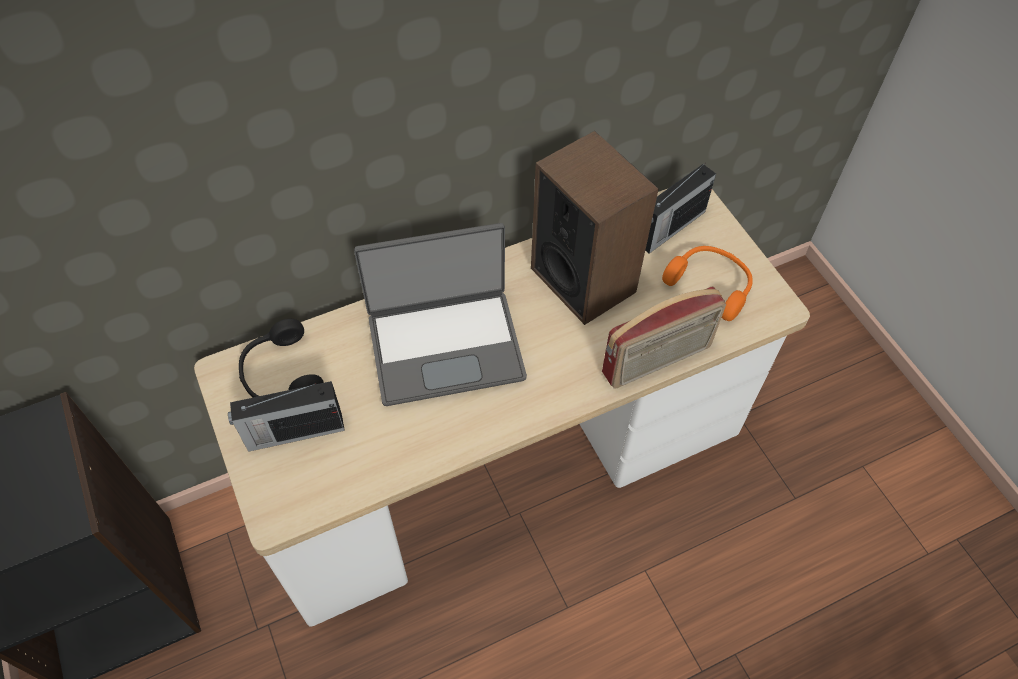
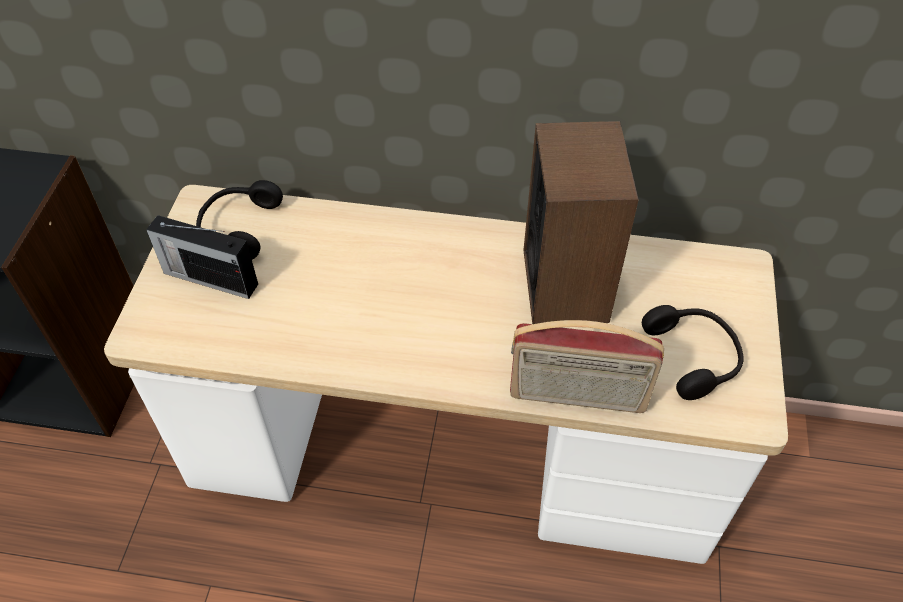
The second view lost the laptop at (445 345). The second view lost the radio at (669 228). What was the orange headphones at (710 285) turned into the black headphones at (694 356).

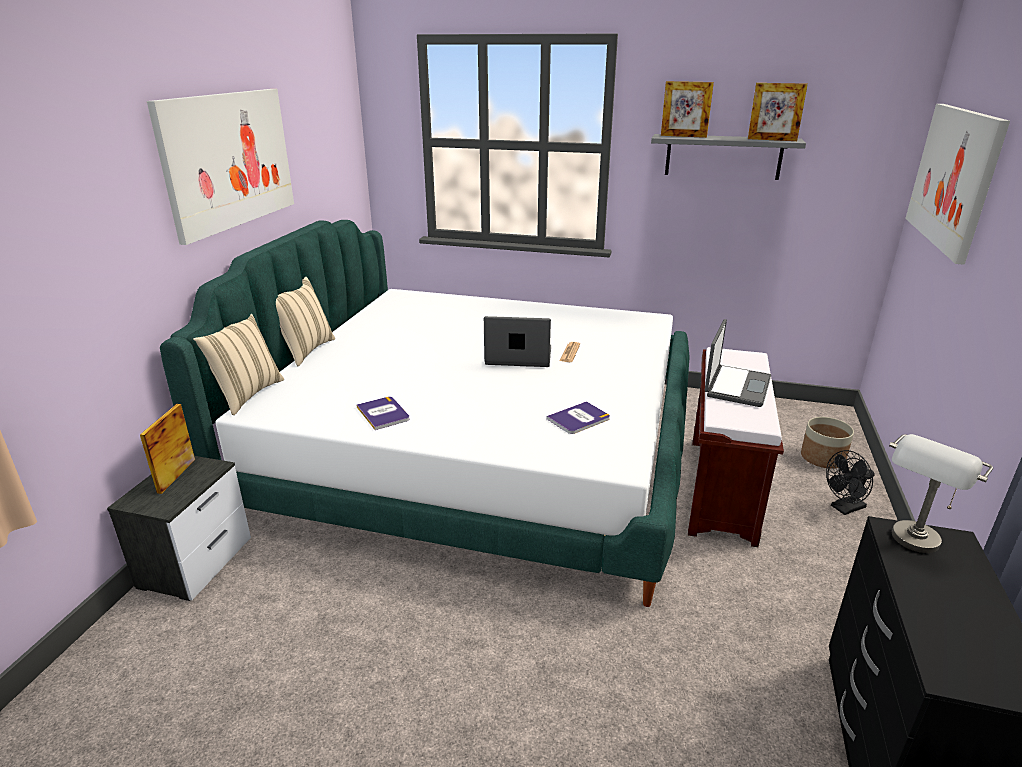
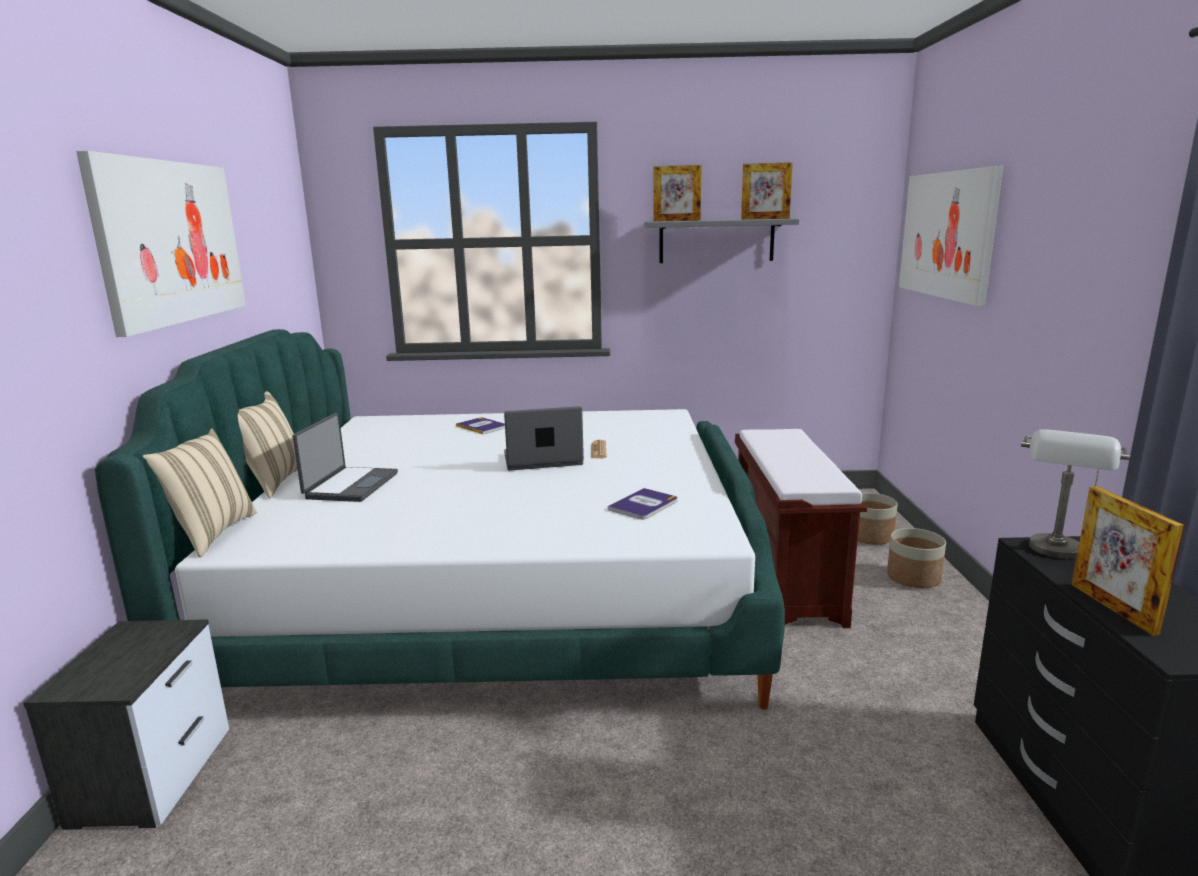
The picture frame ended up elsewhere, having gone from (176 476) to (1112 608). The book ended up elsewhere, having gone from (383 413) to (482 426). The laptop ended up elsewhere, having gone from (736 386) to (350 486). Where the black fan stood at (844 508), the planter came to stand at (914 578).

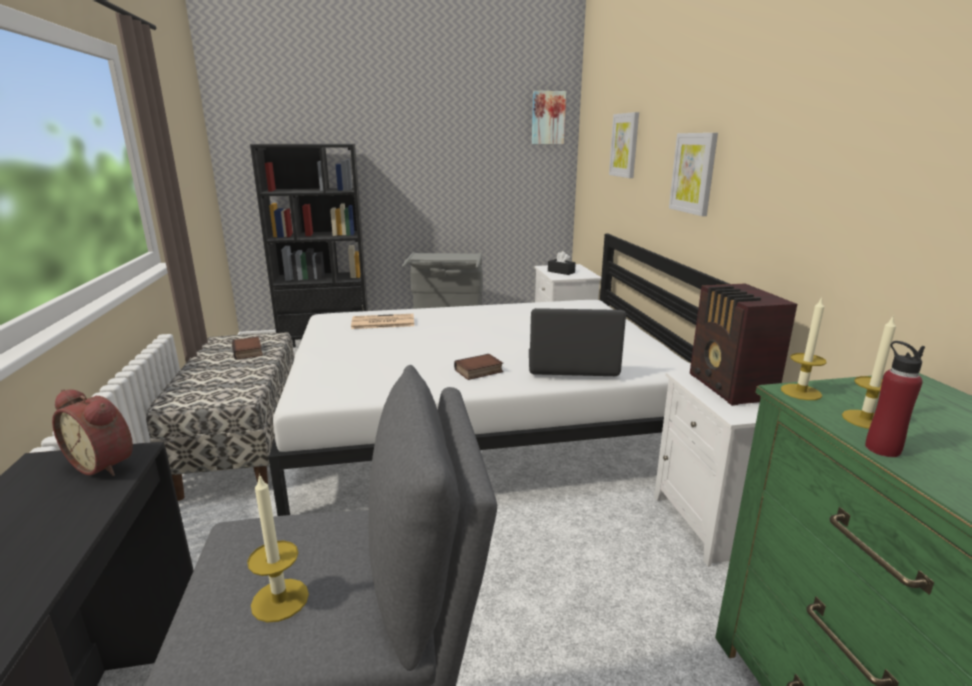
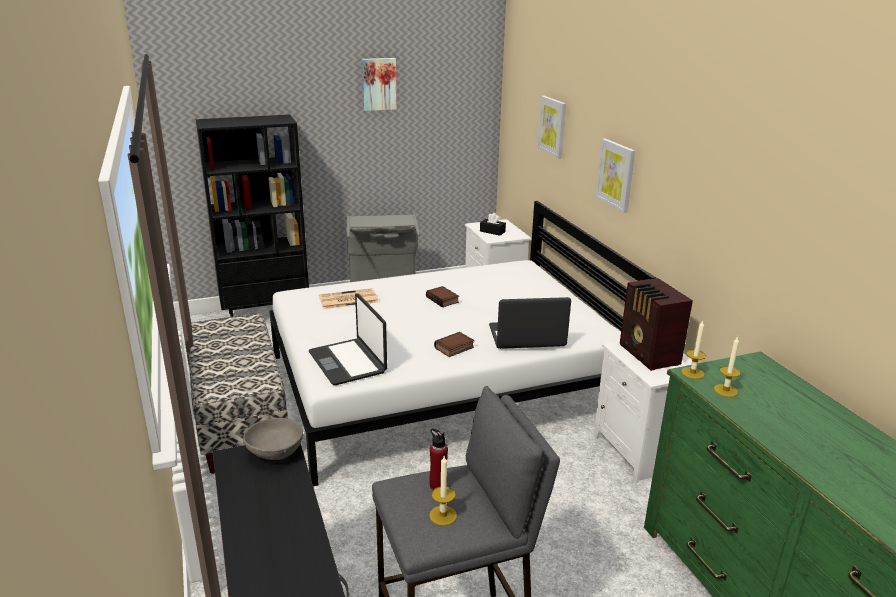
The second view gained the laptop at (348 362). The book ended up elsewhere, having gone from (249 352) to (443 299). The picture ended up elsewhere, having gone from (548 118) to (379 84). The red bottle ended up elsewhere, having gone from (882 449) to (438 485). Where the alarm clock stood at (106 463), the grey bowl came to stand at (276 453).

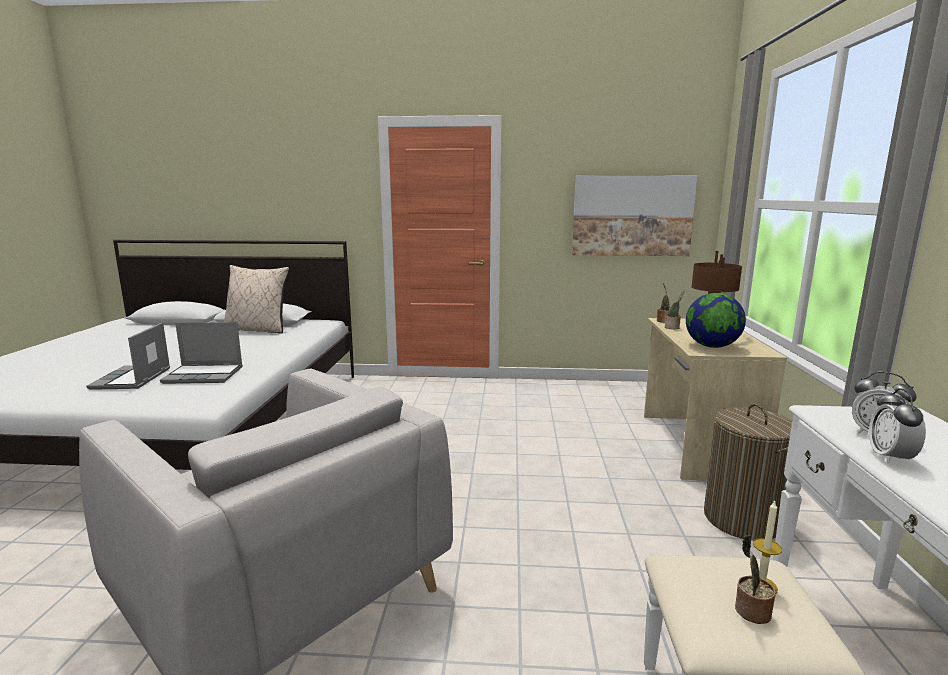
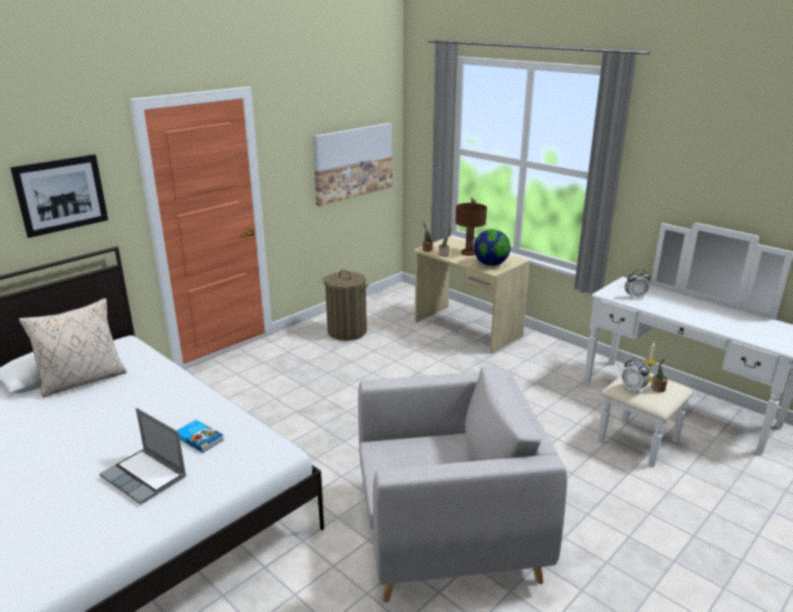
The second view gained the picture at (61 195). The laundry basket ended up elsewhere, having gone from (742 519) to (347 331). The alarm clock ended up elsewhere, having gone from (890 457) to (633 389). Where the laptop stood at (205 375), the book came to stand at (200 438).

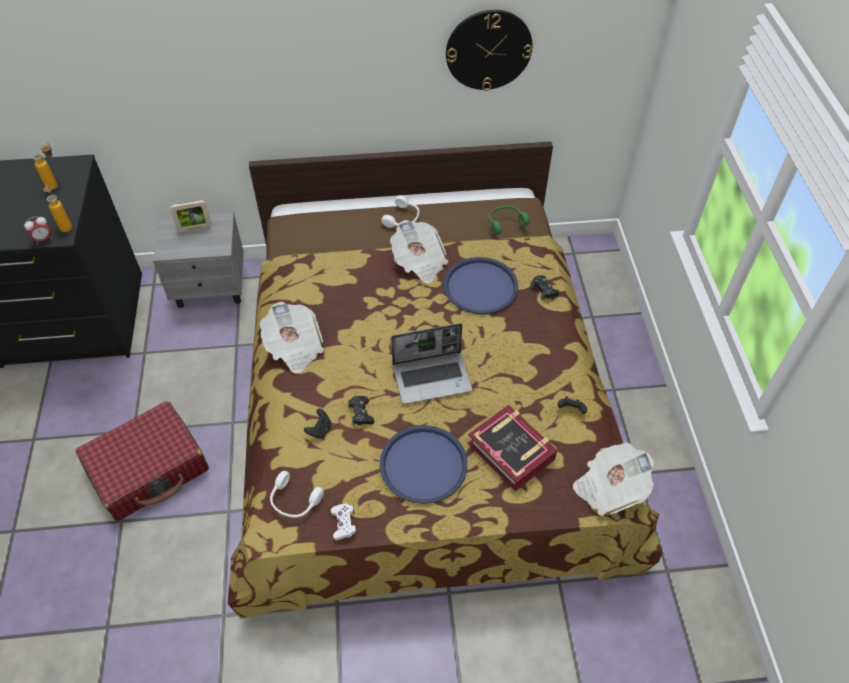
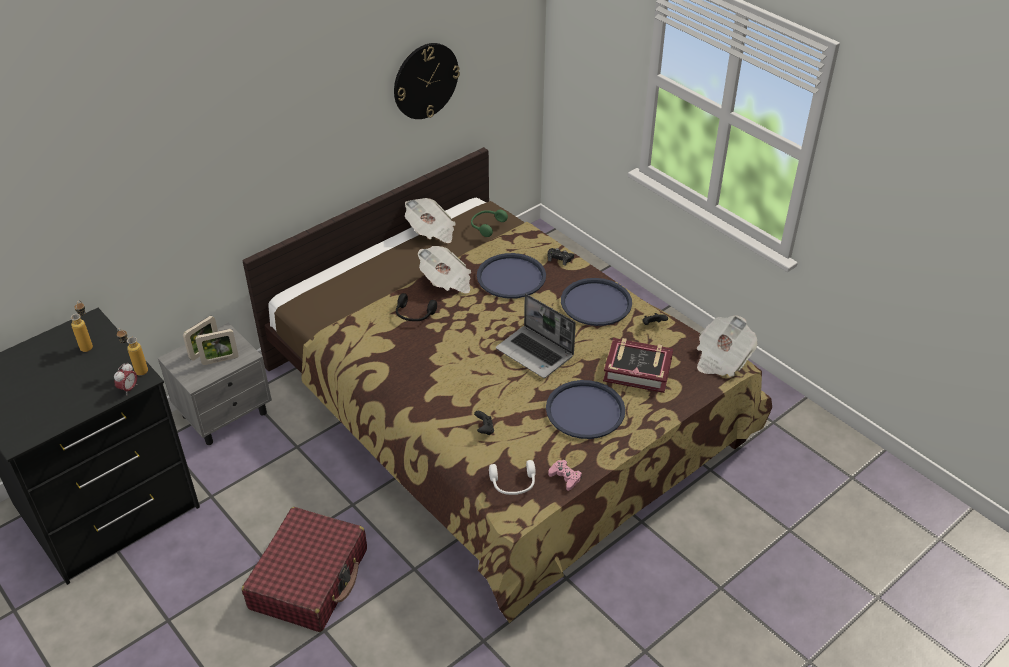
The second view lost the black game controller at (361 413). The second view lost the white headphones at (403 219). The second view gained the picture frame at (220 360). The second view gained the black headphones at (414 315). The second view gained the blue tray at (596 303). The newspaper ended up elsewhere, having gone from (294 347) to (431 231). What was the white game controller at (343 523) turned into the pink game controller at (565 477). The laptop at (432 377) ended up facing another way, 90 degrees clockwise from before.

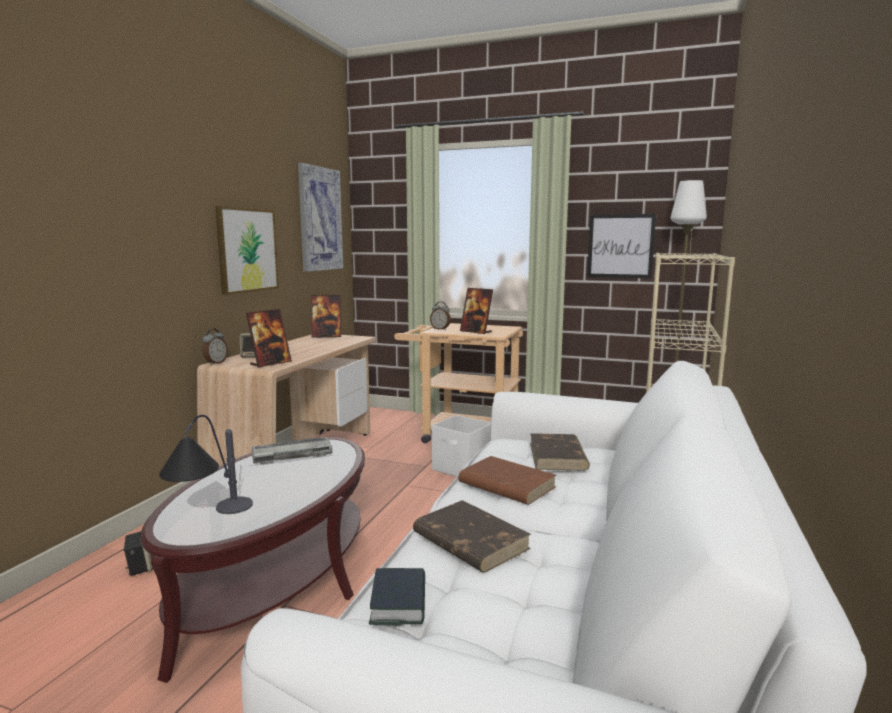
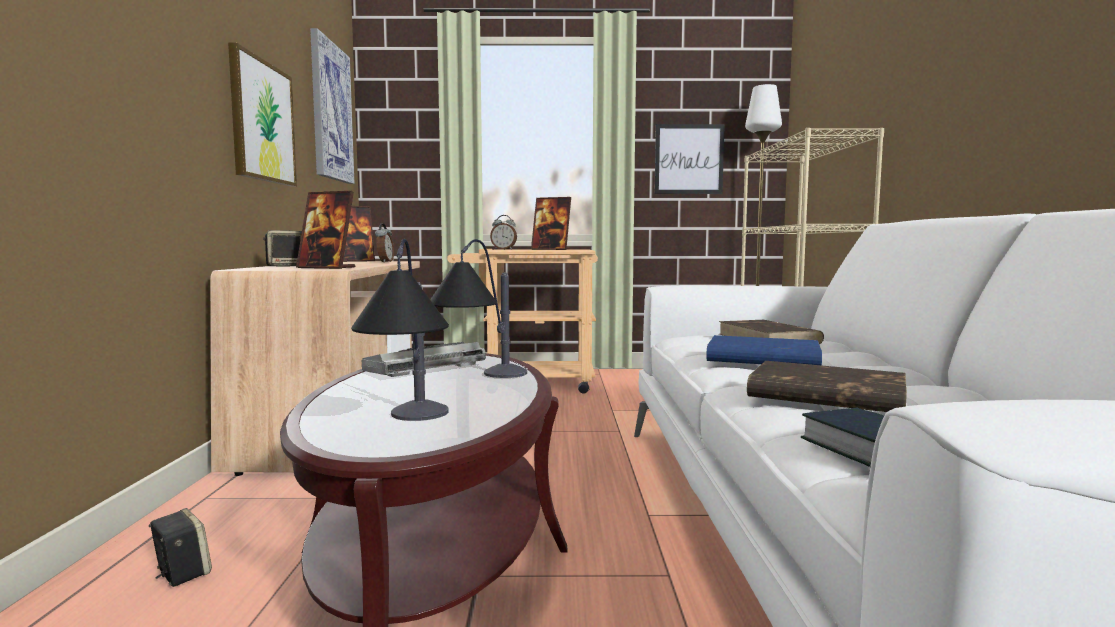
The second view lost the white storage box at (462 468). The second view gained the table lamp at (481 382). The alarm clock ended up elsewhere, having gone from (215 363) to (384 262). What was the brown book at (506 485) turned into the blue book at (761 359). The picture frame at (270 363) ended up facing another way, 90 degrees clockwise from before.

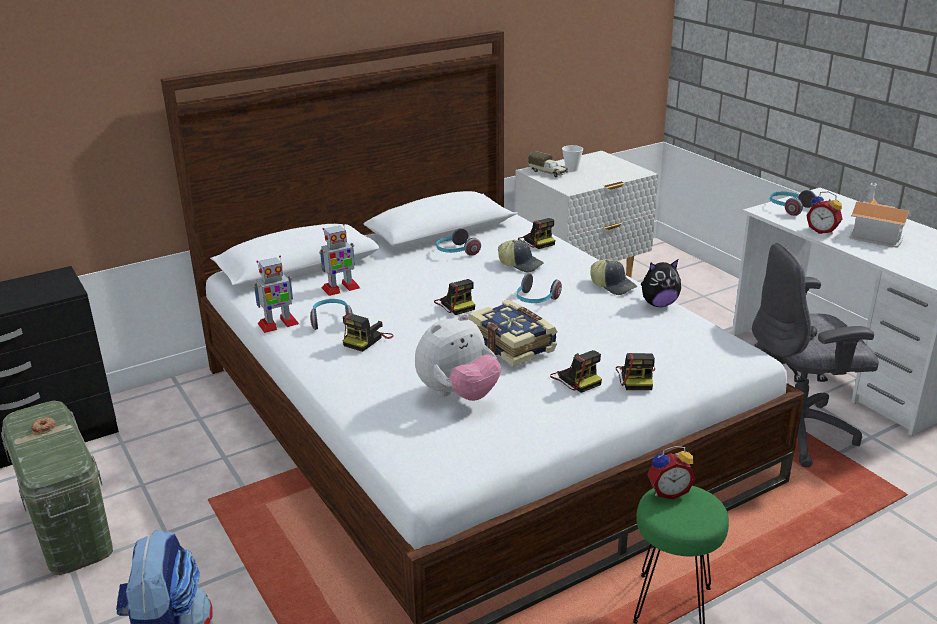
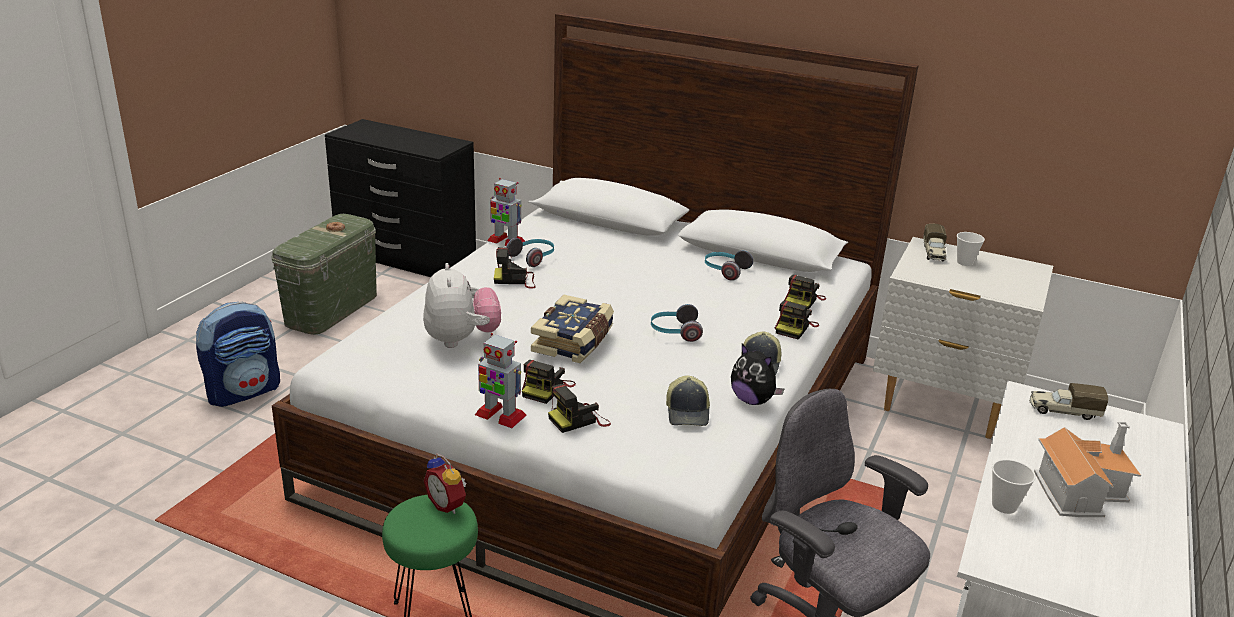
The second view lost the alarm clock at (822 231). The second view gained the cup at (1004 506). The toy robot ended up elsewhere, having gone from (340 288) to (499 415). The photo camera ended up elsewhere, having gone from (455 304) to (795 328). The cap ended up elsewhere, having gone from (521 264) to (688 412). Where the headphones stood at (788 208), the toy truck came to stand at (1063 411). The plush toy at (458 394) ended up facing another way, 120 degrees counterclockwise from before.

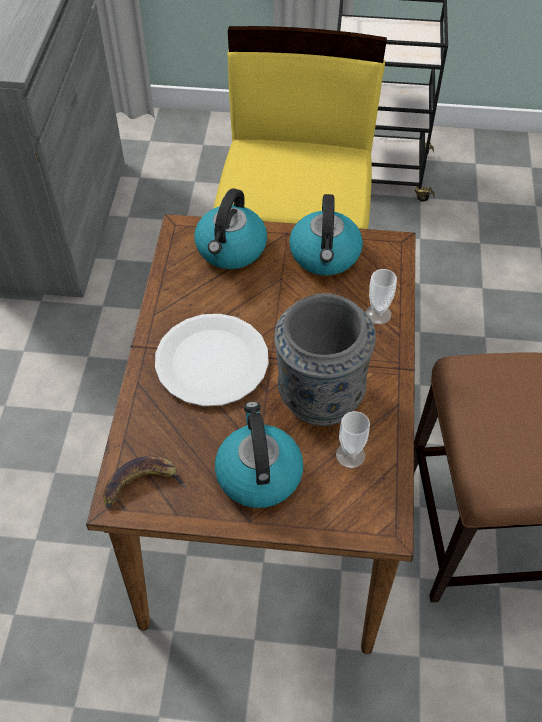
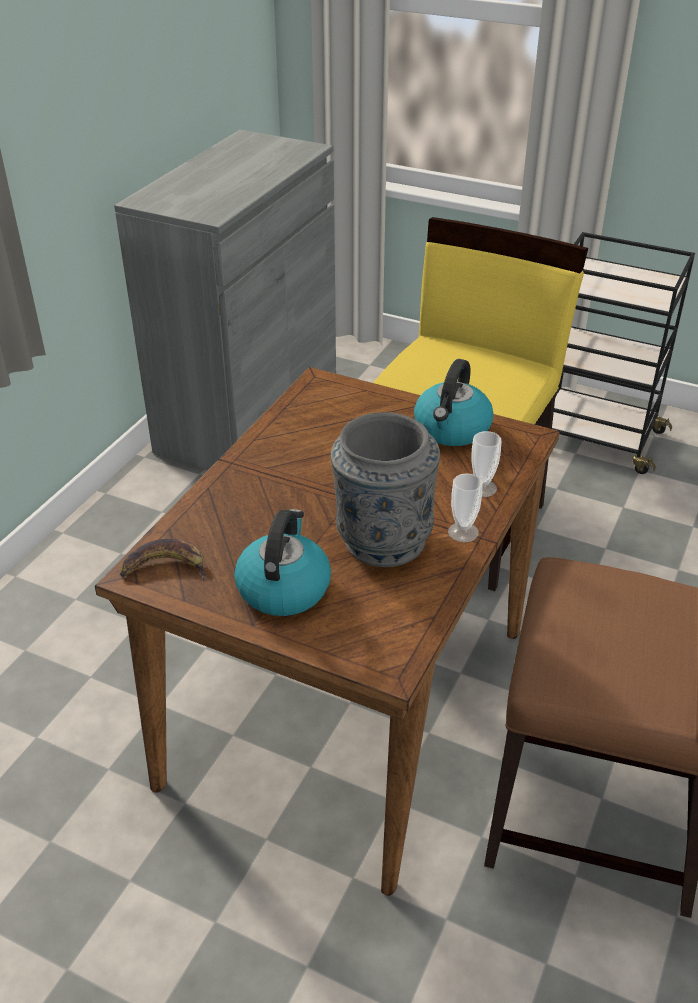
The second view lost the white plate at (211 362). The second view lost the kettle at (231 249). The cup ended up elsewhere, having gone from (350 455) to (463 532).

